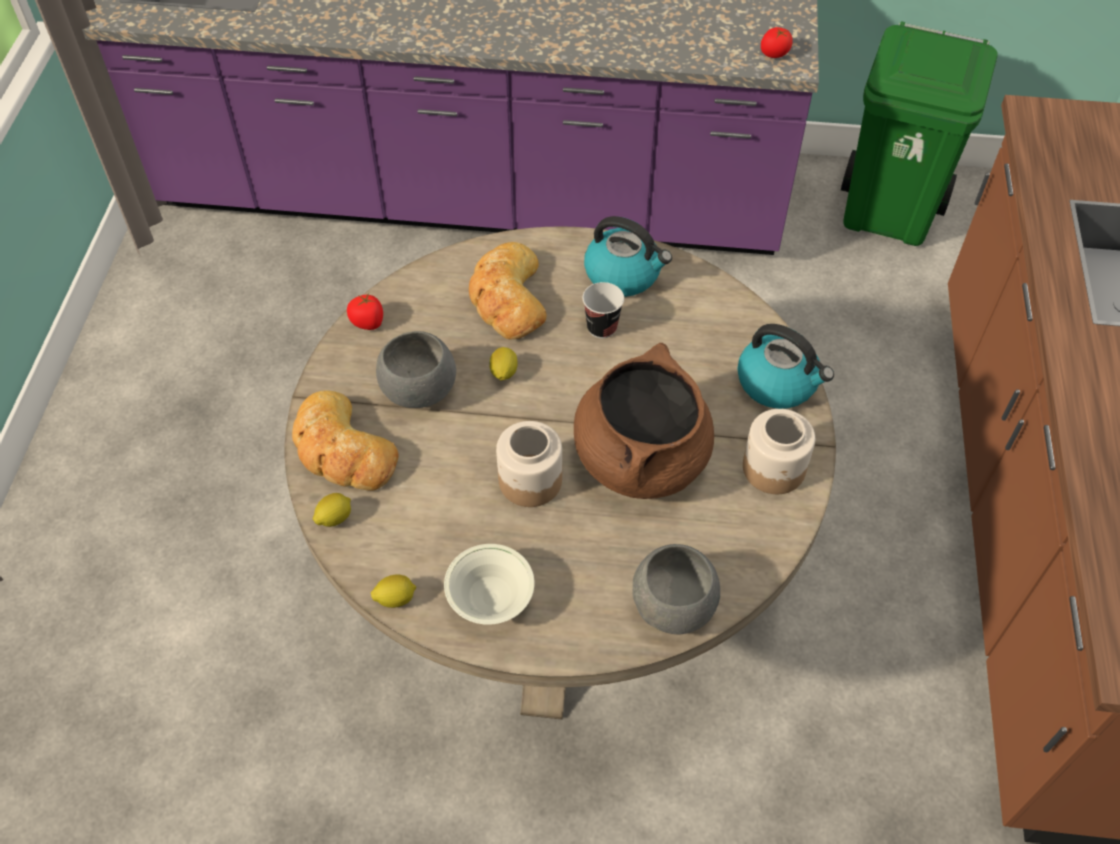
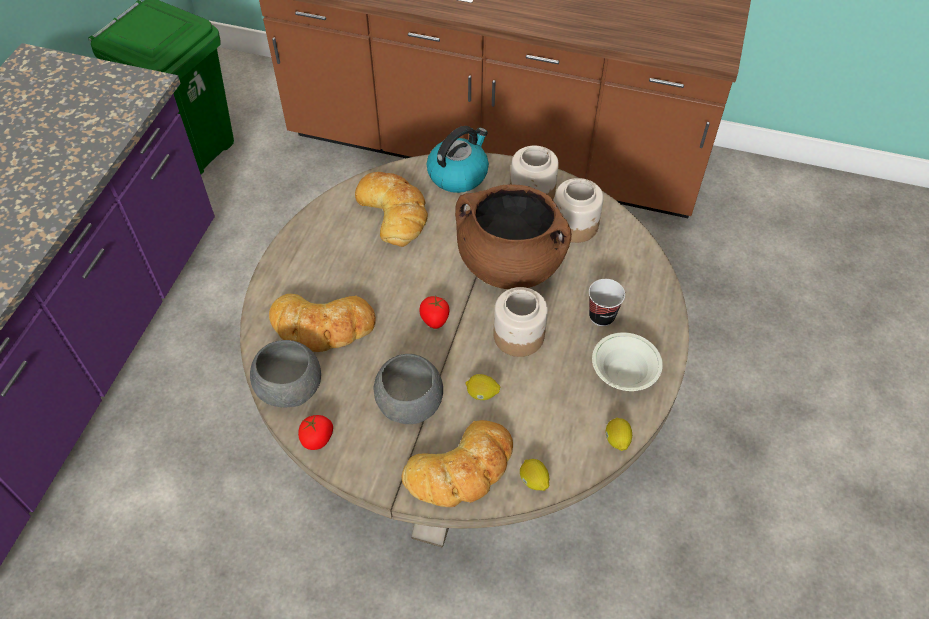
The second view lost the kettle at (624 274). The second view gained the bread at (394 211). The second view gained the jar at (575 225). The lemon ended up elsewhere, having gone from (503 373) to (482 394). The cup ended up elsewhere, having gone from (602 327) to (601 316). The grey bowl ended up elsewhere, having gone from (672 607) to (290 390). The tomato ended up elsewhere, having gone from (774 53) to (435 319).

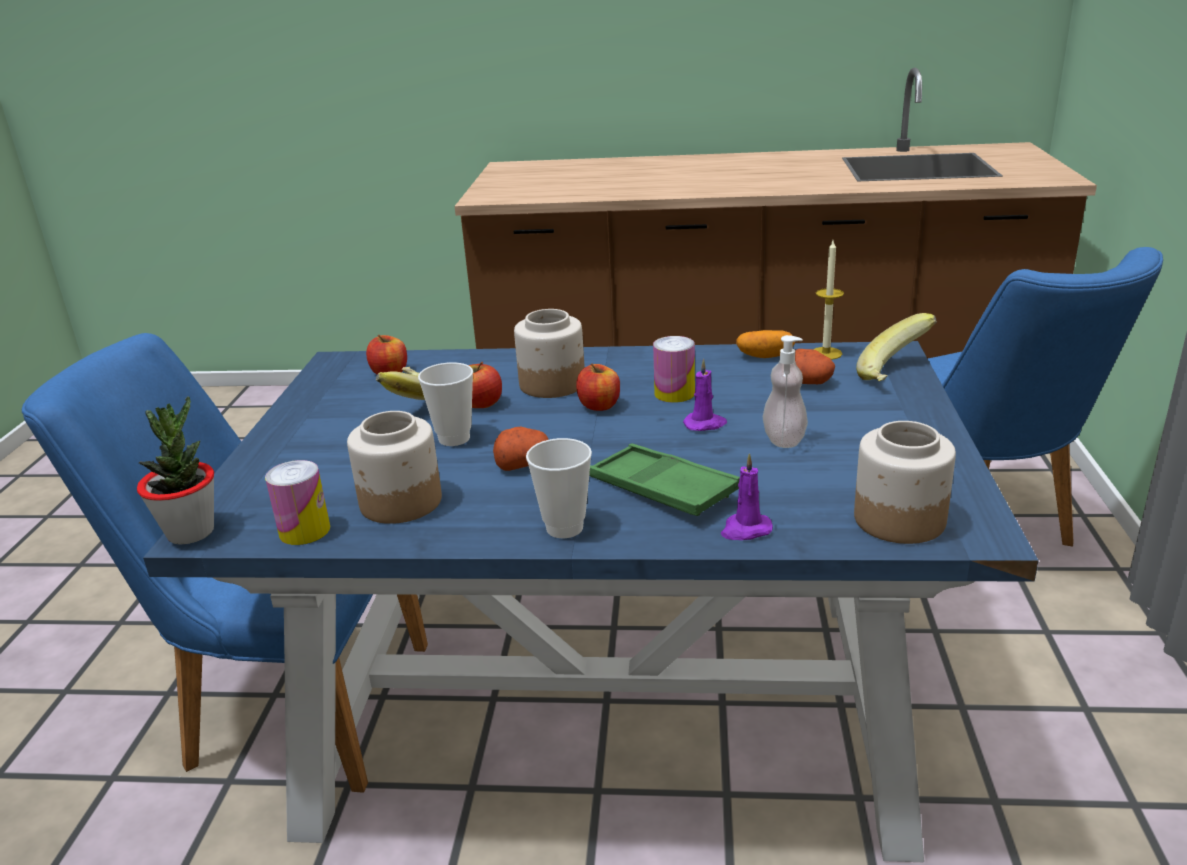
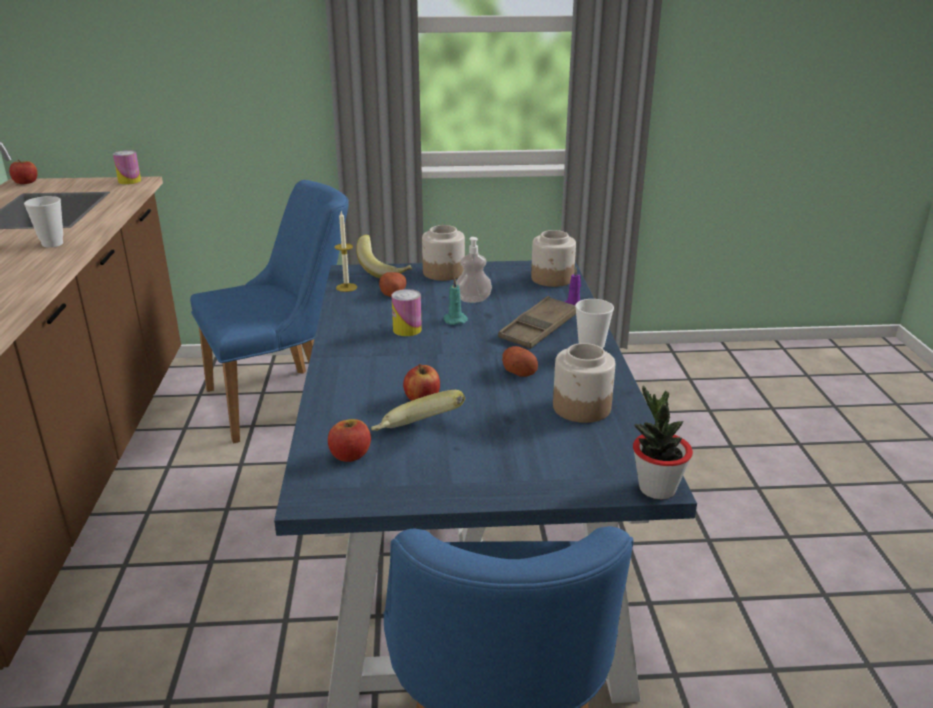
The second view lost the potato at (764 356). The can ended up elsewhere, having gone from (304 530) to (129 181). The cup ended up elsewhere, having gone from (454 438) to (52 244). The jar ended up elsewhere, having gone from (551 384) to (444 273). The apple ended up elsewhere, having gone from (599 406) to (26 182). What was the green tray at (662 489) turned into the brown tray at (539 329). What was the purple candle at (705 424) turned into the turquoise candle at (454 320).

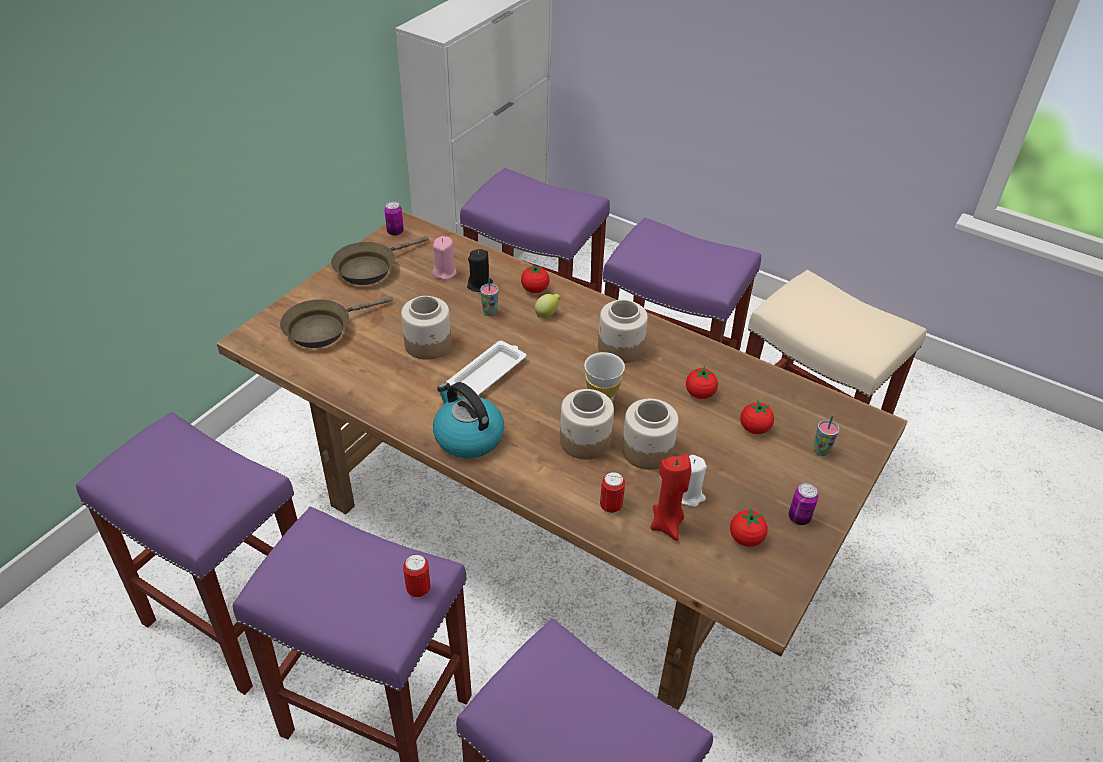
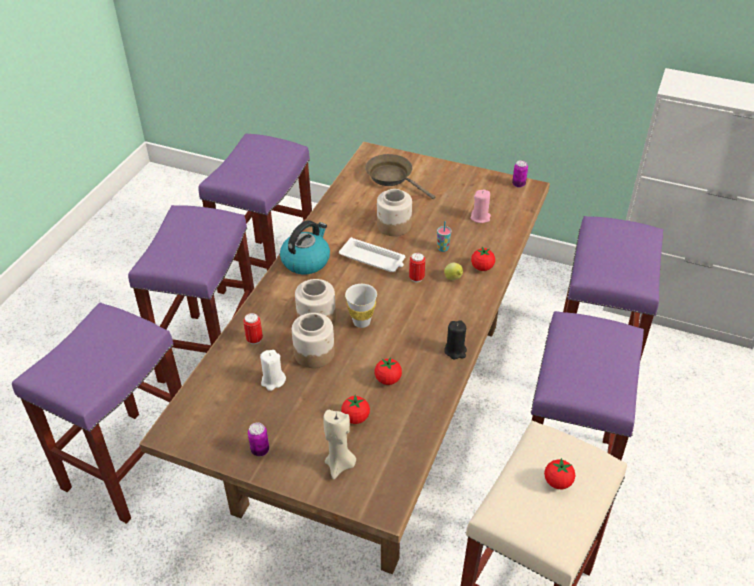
The second view lost the brown frying pan at (369 268). The second view lost the jar at (620 348). The second view lost the red candle at (667 524). The can ended up elsewhere, having gone from (418 589) to (416 278). The black candle ended up elsewhere, having gone from (480 285) to (455 351). The tomato ended up elsewhere, having gone from (746 538) to (557 482). Where the cup stood at (821 450), the beige candle came to stand at (340 465).

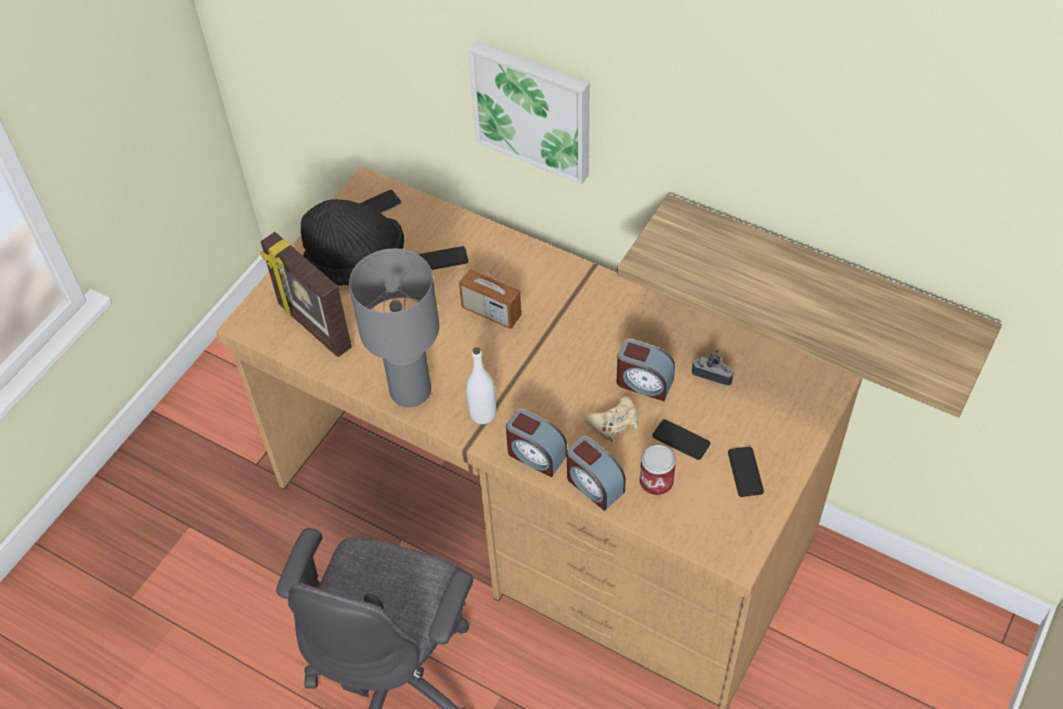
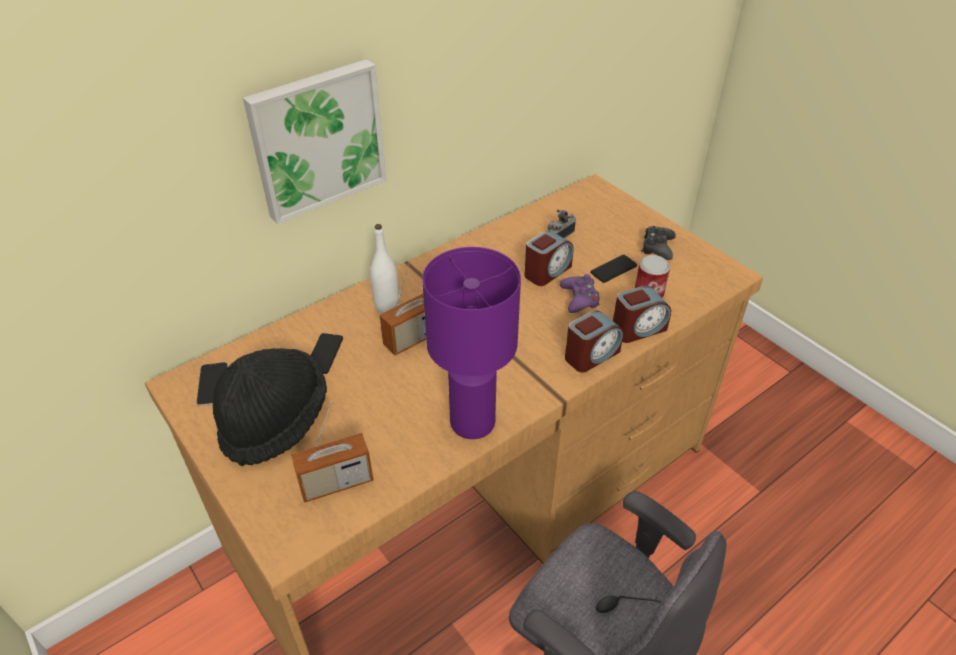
The second view lost the shelf at (821 284). The white bottle ended up elsewhere, having gone from (483 414) to (387 306). Where the picture frame stood at (313 327), the radio came to stand at (336 483). Where the phone stood at (745 472), the black game controller came to stand at (657 247). What was the grey table lamp at (410 392) turned into the purple table lamp at (474 423). What was the beige game controller at (614 423) turned into the purple game controller at (579 299).

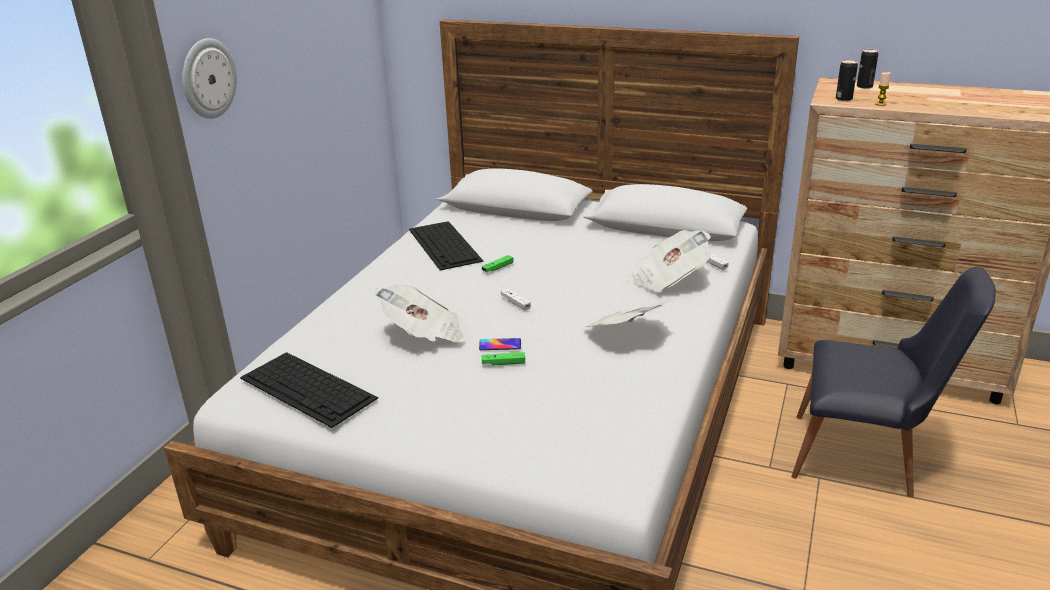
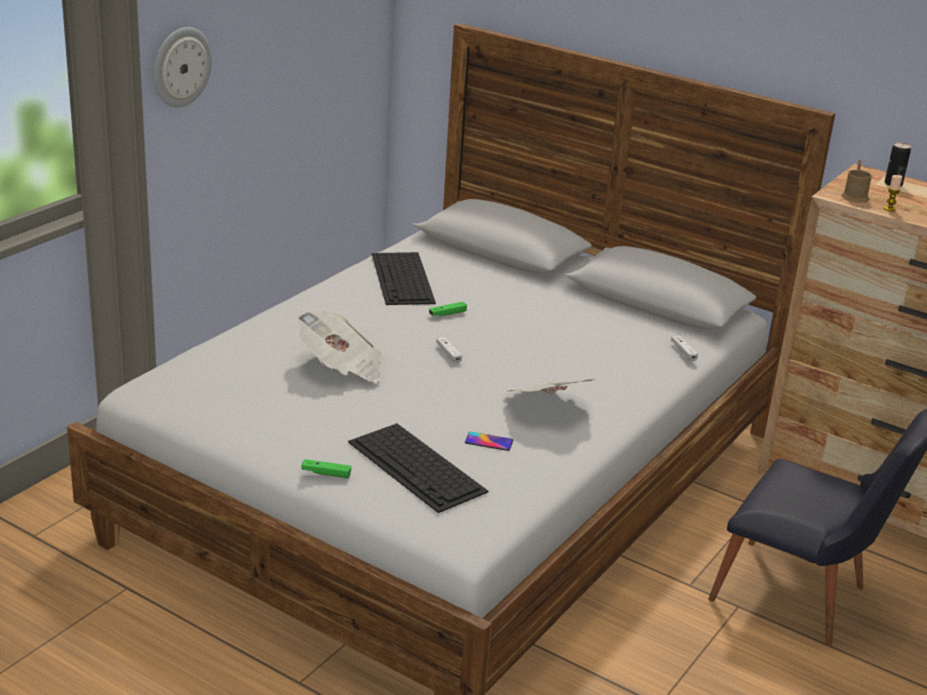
The second view lost the newspaper at (668 280). The keyboard ended up elsewhere, having gone from (309 388) to (418 467). The phone ended up elsewhere, having gone from (500 344) to (489 442). The green game controller ended up elsewhere, having gone from (503 363) to (326 473). Where the can stood at (843 99), the brown mug came to stand at (854 195).

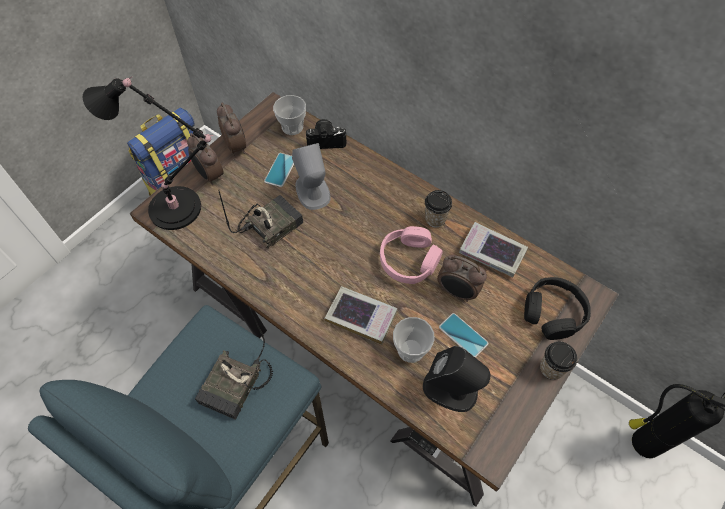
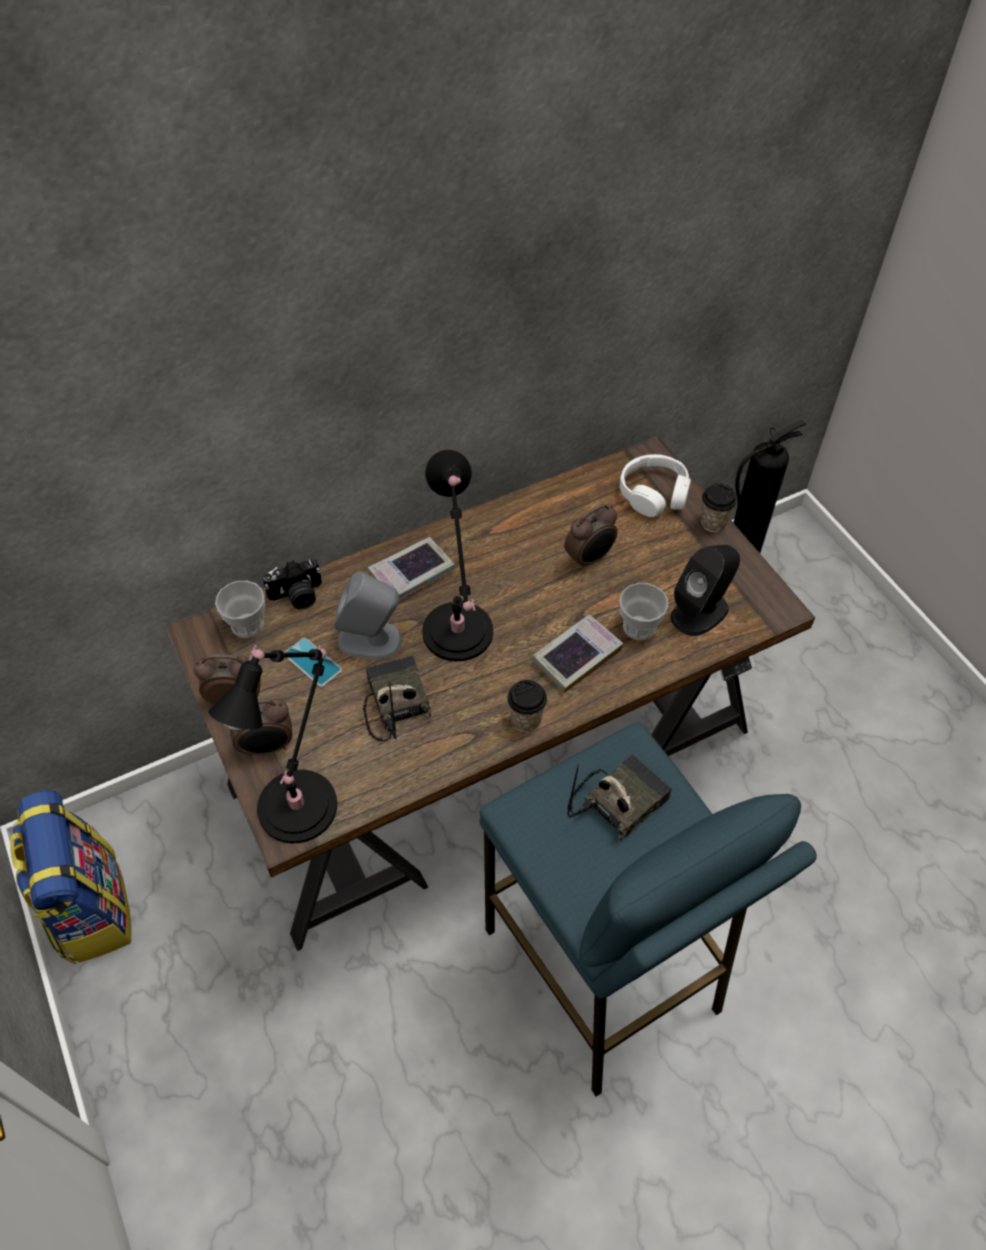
The second view lost the pink headphones at (409 260). The second view lost the phone at (463 335). The second view gained the black table lamp at (458 637). The cup ended up elsewhere, having gone from (435 219) to (526 719). The book ended up elsewhere, having gone from (492 253) to (412 574). What was the black headphones at (553 313) turned into the white headphones at (654 493). The radio at (237 387) ended up facing another way, 90 degrees counterclockwise from before. The photo camera at (326 140) ended up facing another way, 135 degrees counterclockwise from before.

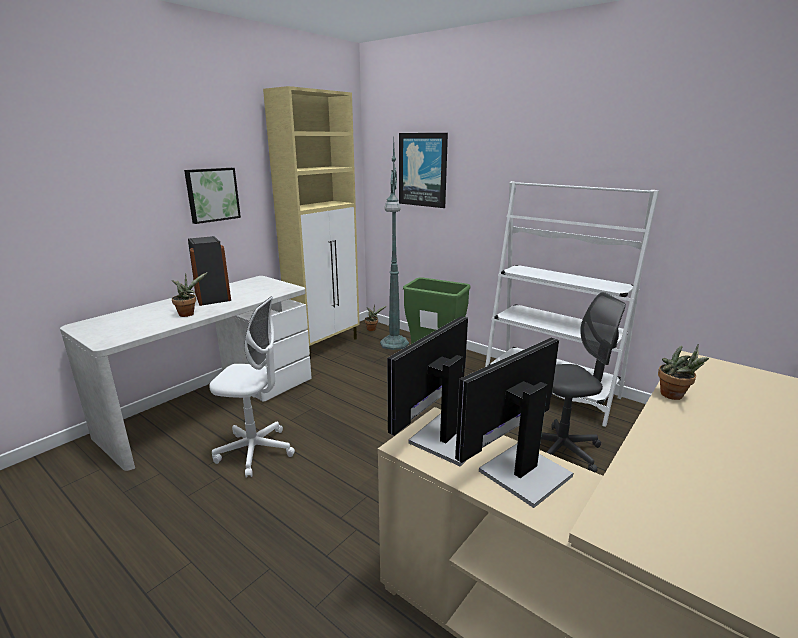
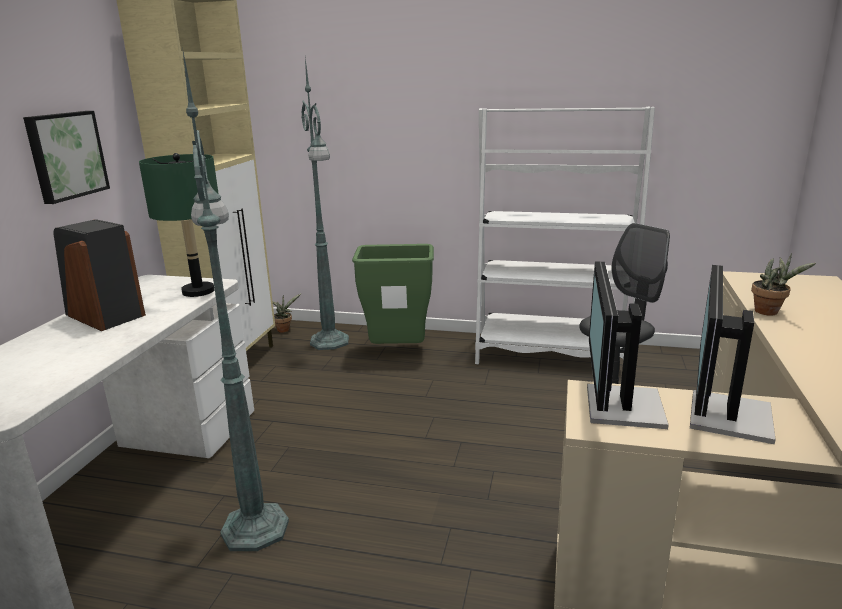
The second view lost the potted plant at (188 314). The second view lost the picture at (423 170). The second view gained the green table lamp at (198 291). Where the white office chair stood at (255 451), the green floor lamp came to stand at (255 525).

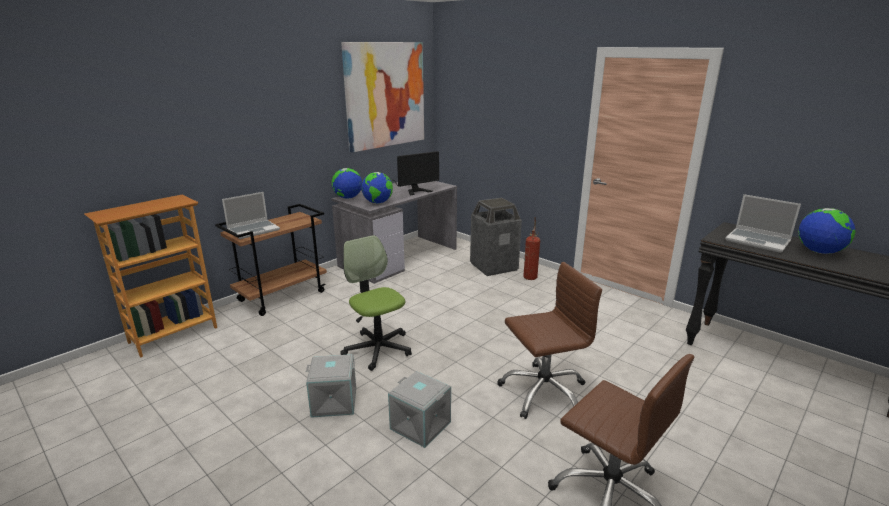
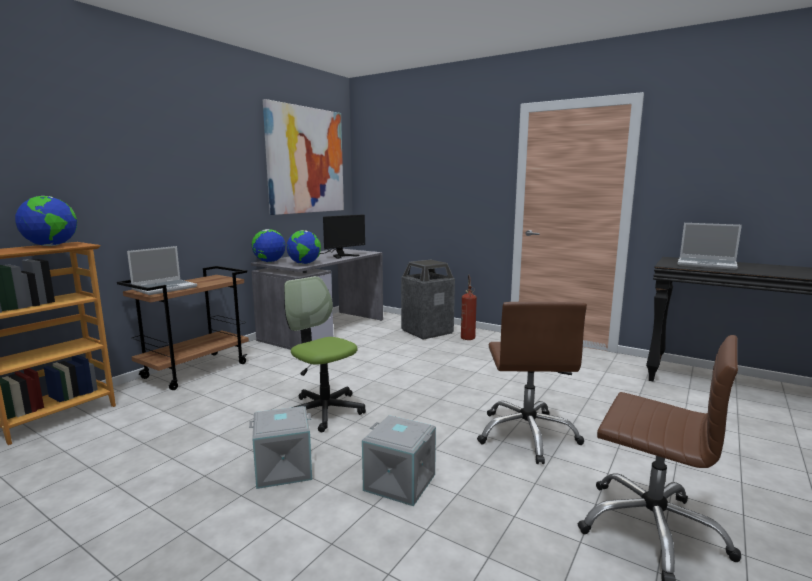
The globe ended up elsewhere, having gone from (819 252) to (51 246). The brown office chair at (543 392) ended up facing another way, 120 degrees clockwise from before.

